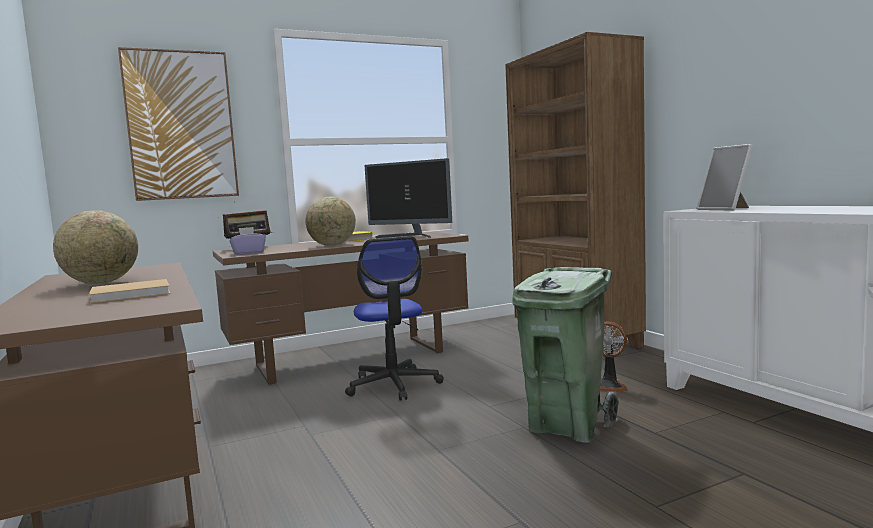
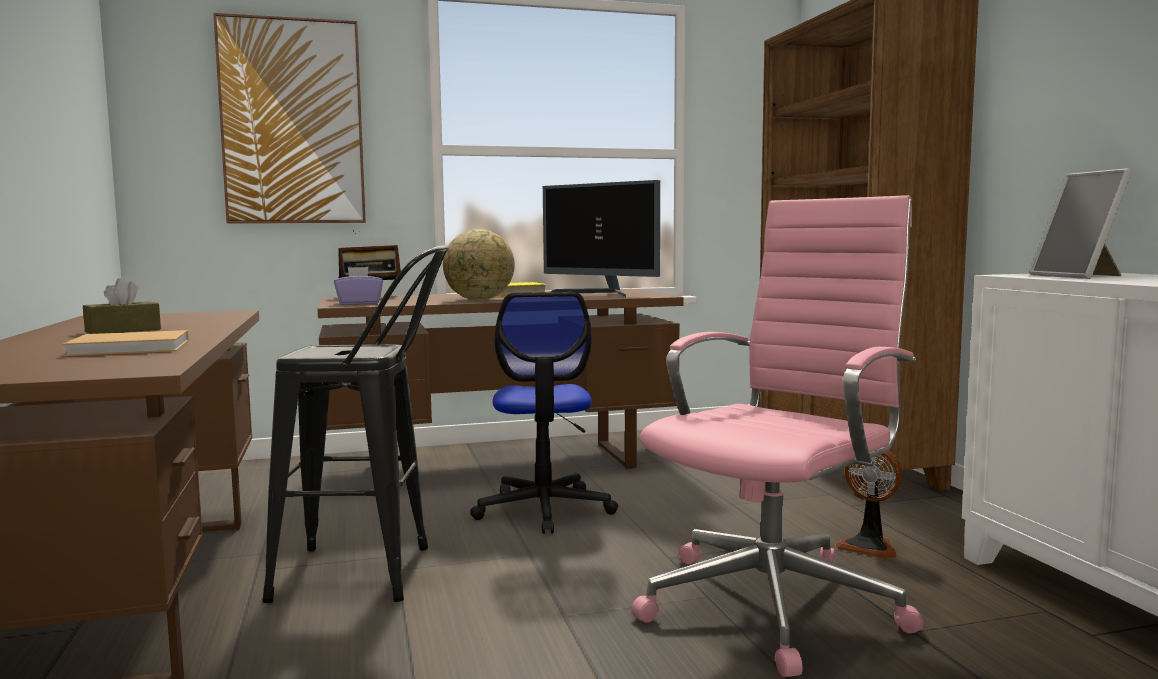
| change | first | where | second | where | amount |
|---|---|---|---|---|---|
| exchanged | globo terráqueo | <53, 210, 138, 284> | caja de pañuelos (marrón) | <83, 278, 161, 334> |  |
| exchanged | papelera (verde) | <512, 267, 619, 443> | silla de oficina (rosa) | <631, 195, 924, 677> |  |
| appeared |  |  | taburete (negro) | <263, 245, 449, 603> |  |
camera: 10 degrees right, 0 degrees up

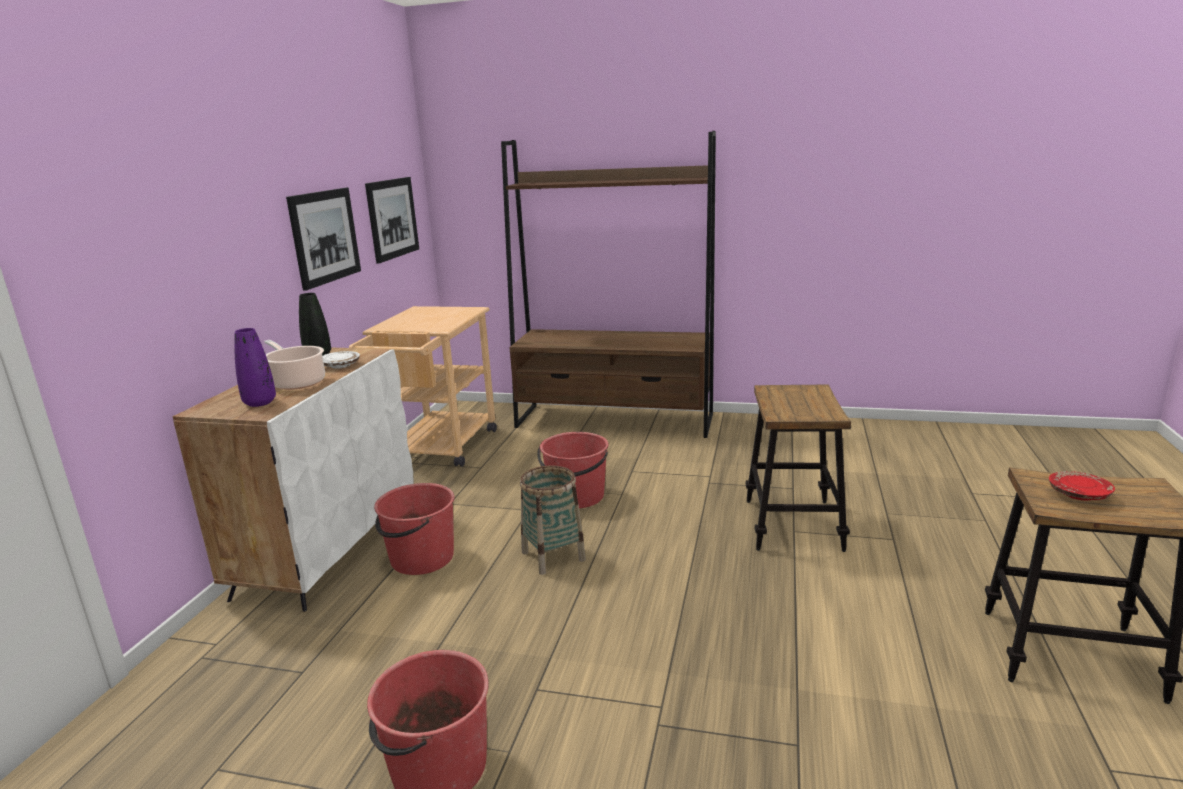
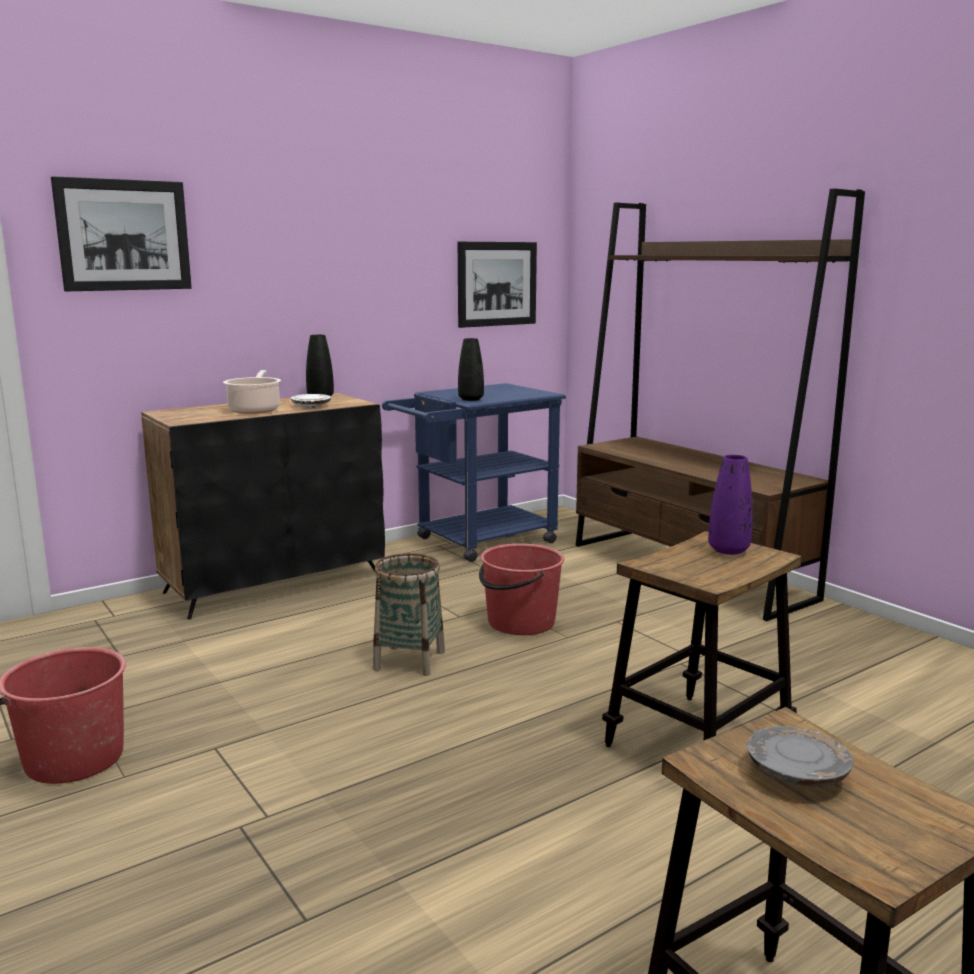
| change | first | where | second | where | amount |
|---|---|---|---|---|---|
| relocated | cuadro | <286, 188, 361, 291> |  | <51, 176, 192, 291> |  |
| colour | carrito (beis) | <349, 306, 497, 467> | carrito (azul) | <382, 383, 566, 562> |  |
| relocated | florero (morado) | <234, 328, 276, 407> |  | <708, 455, 753, 555> |  |
| colour | armario (blanco) | <172, 348, 414, 612> | armario (negro) | <141, 393, 385, 620> |  |
| colour | plato (rojo) | <1049, 471, 1115, 500> | plato (gris) | <747, 726, 853, 787> |  |
| missing | cubo (rojo) | <374, 483, 454, 575> |  |  |  |
| appeared |  |  | florero (negro) | <458, 338, 484, 401> |  |
camera: 40 degrees right, 5 degrees down

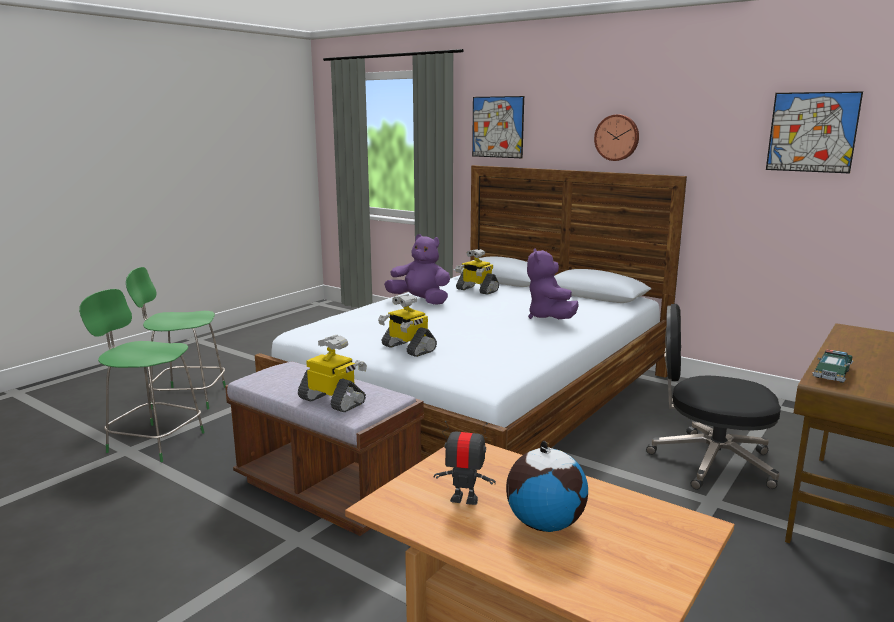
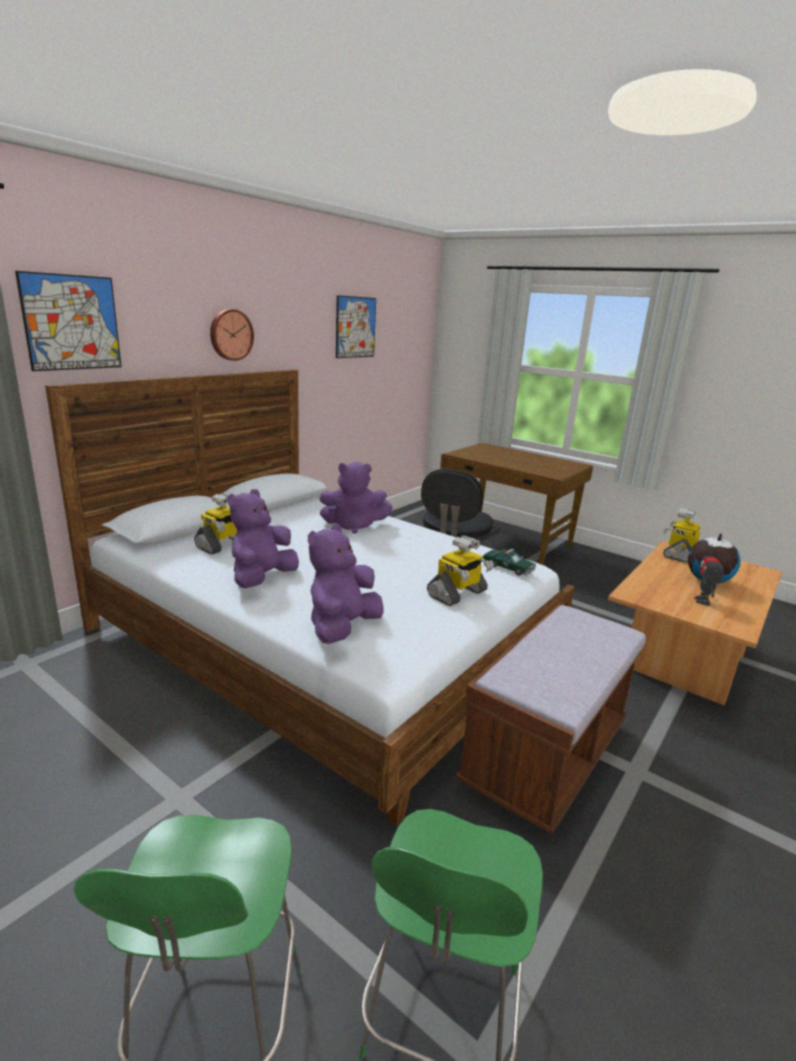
| change | first | where | second | where | amount |
|---|---|---|---|---|---|
| relocated | robot de juguete | <298, 334, 367, 412> |  | <663, 508, 701, 563> |  |
| relocated | coche de juguete | <812, 349, 853, 383> |  | <483, 549, 536, 576> |  |
| appeared |  |  | peluche (morado) | <308, 524, 384, 644> |  |
camera: 90 degrees left, 5 degrees up

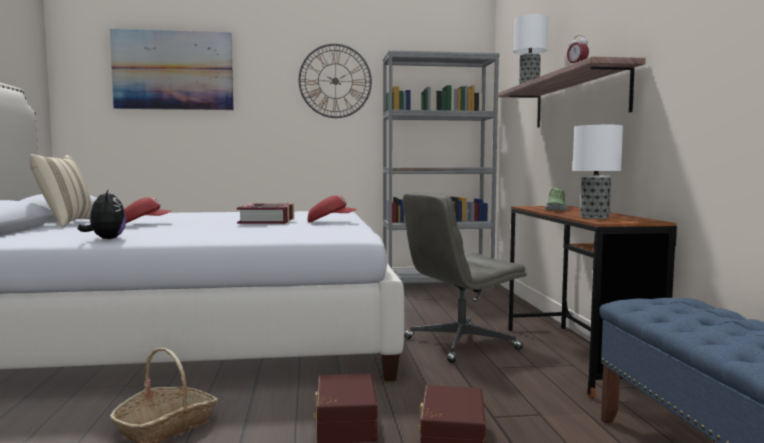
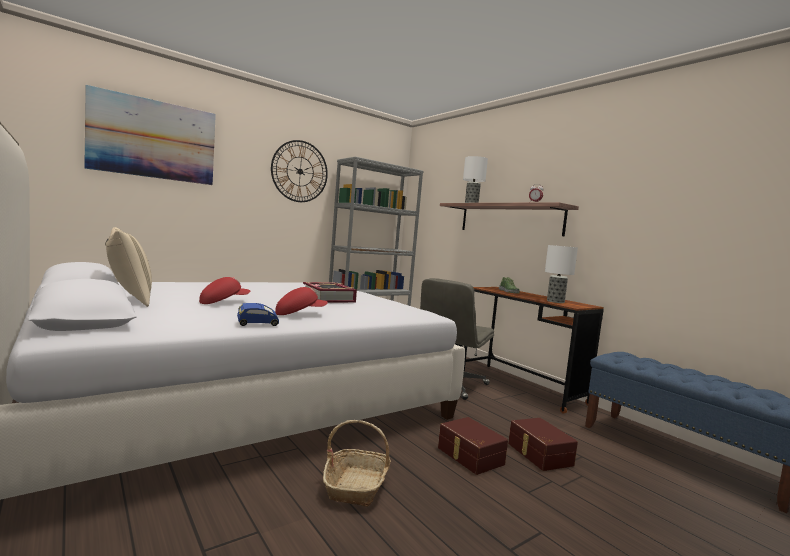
| change | first | where | second | where | amount |
|---|---|---|---|---|---|
| exchanged | peluche | <78, 190, 126, 239> | coche de juguete (azul) | <237, 303, 279, 326> |  |
| relocated | gorra (rojo) | <308, 196, 357, 222> |  | <275, 287, 328, 315> |  |
camera: 30 degrees left, 0 degrees up

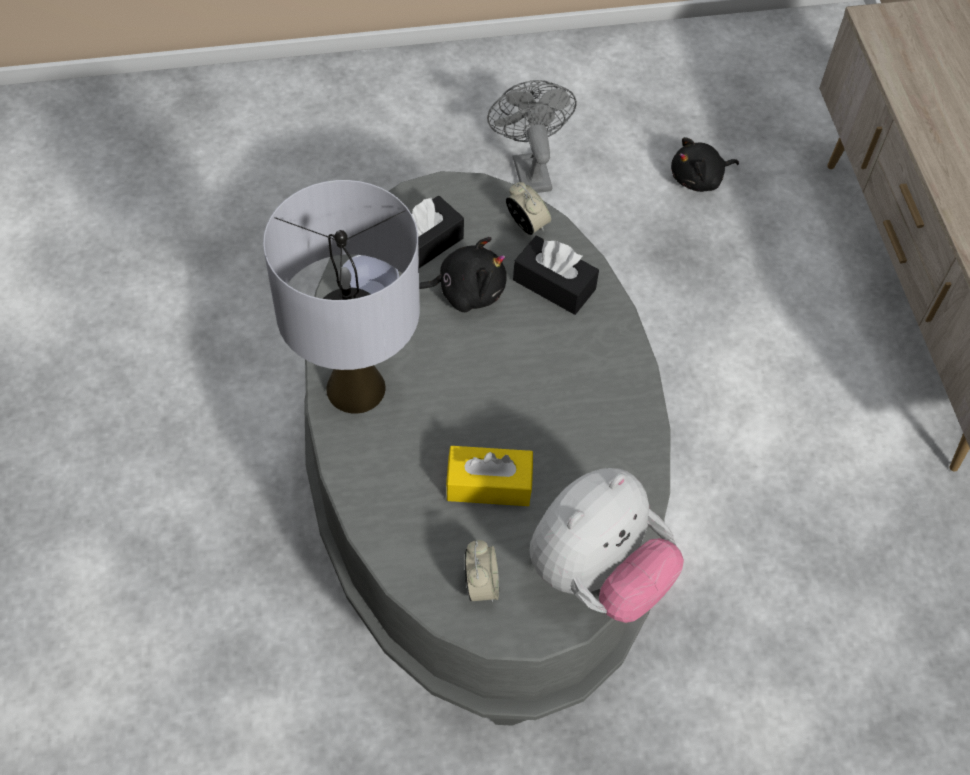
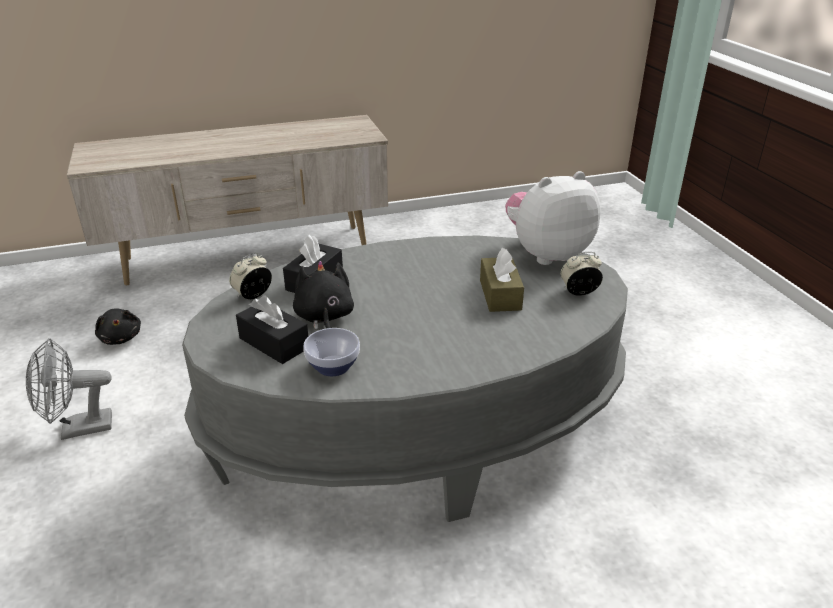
| change | first | where | second | where | amount |
|---|---|---|---|---|---|
| missing | lámpara de mesa (gris) | <263, 180, 420, 414> |  |  |  |
| colour | caja de pañuelos (amarillo) | <446, 446, 533, 506> | caja de pañuelos (marrón) | <480, 248, 524, 312> |  |
| spun | peluche | <530, 468, 684, 623> |  | <506, 171, 601, 265> | 60 degrees counterclockwise |
camera: 95 degrees left, 25 degrees down

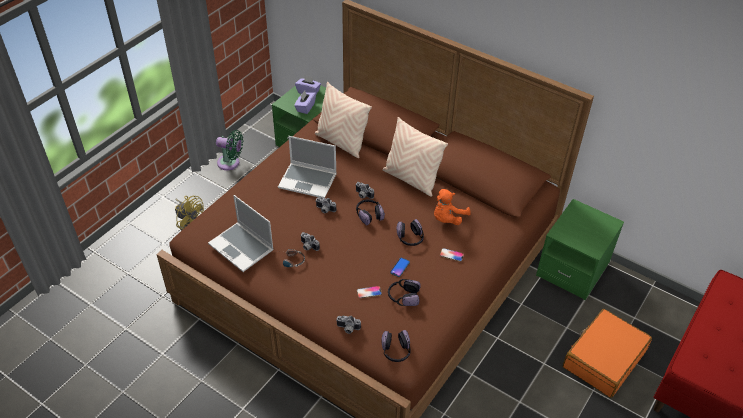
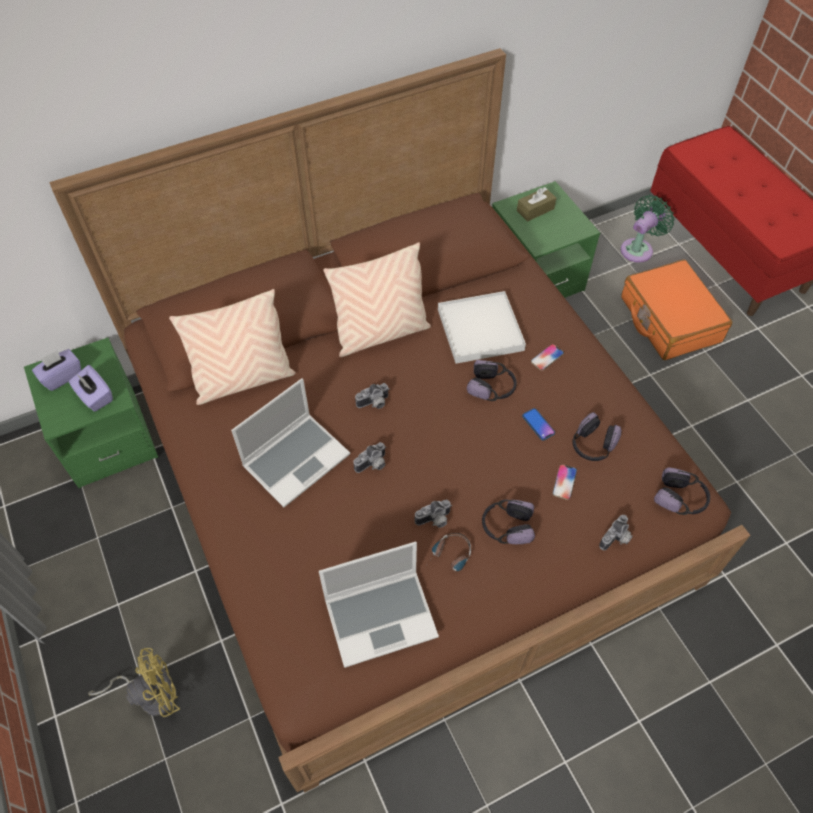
| change | first | where | second | where | amount |
|---|---|---|---|---|---|
| relocated | ventilador (verde) | <216, 130, 243, 170> |  | <621, 195, 674, 263> |  |
| exchanged | peluche (naranja) | <434, 189, 471, 225> | bandeja (blanco) | <438, 291, 526, 364> |  |
| relocated | auriculares | <356, 199, 385, 226> |  | <482, 500, 535, 544> |  |
| appeared |  |  | caja de pañuelos (marrón) | <517, 187, 556, 222> |  |
camera: 60 degrees left, 10 degrees up

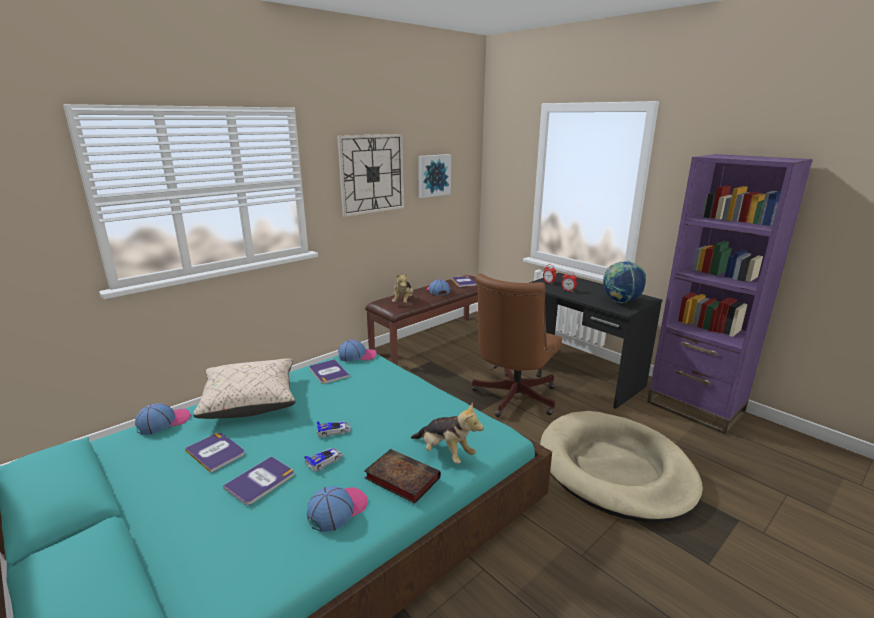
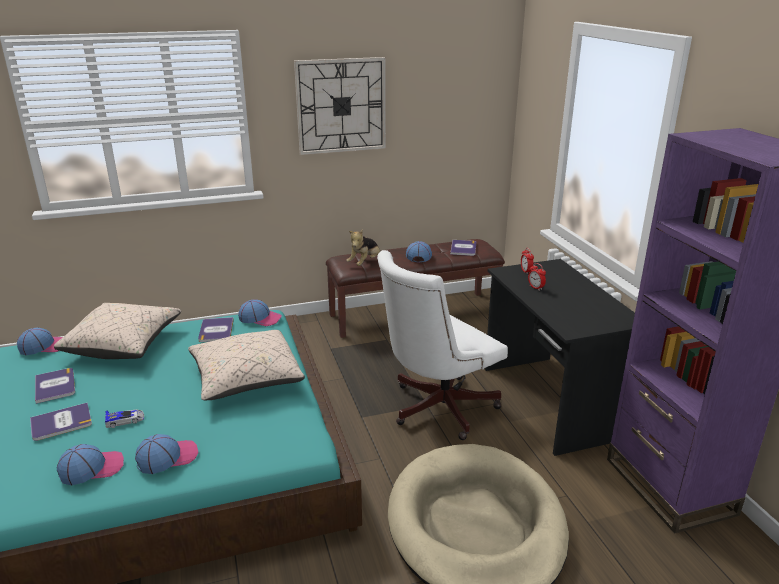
| change | first | where | second | where | amount |
|---|---|---|---|---|---|
| missing | cuadro | <418, 154, 451, 198> |  |  |  |
| missing | globo terráqueo | <603, 261, 646, 303> |  |  |  |
| colour | silla de oficina (marrón) | <472, 273, 562, 417> | silla de oficina (blanco) | <377, 250, 508, 440> |  |
| missing | peluche | <411, 403, 484, 464> |  |  |  |
| missing | coche de juguete | <317, 421, 351, 438> |  |  |  |
| exchanged | libro | <364, 449, 441, 503> | gorra | <135, 434, 199, 474> |  |
| appeared |  |  | cojín (beis) | <188, 330, 305, 400> |  |
camera: 25 degrees right, 5 degrees up

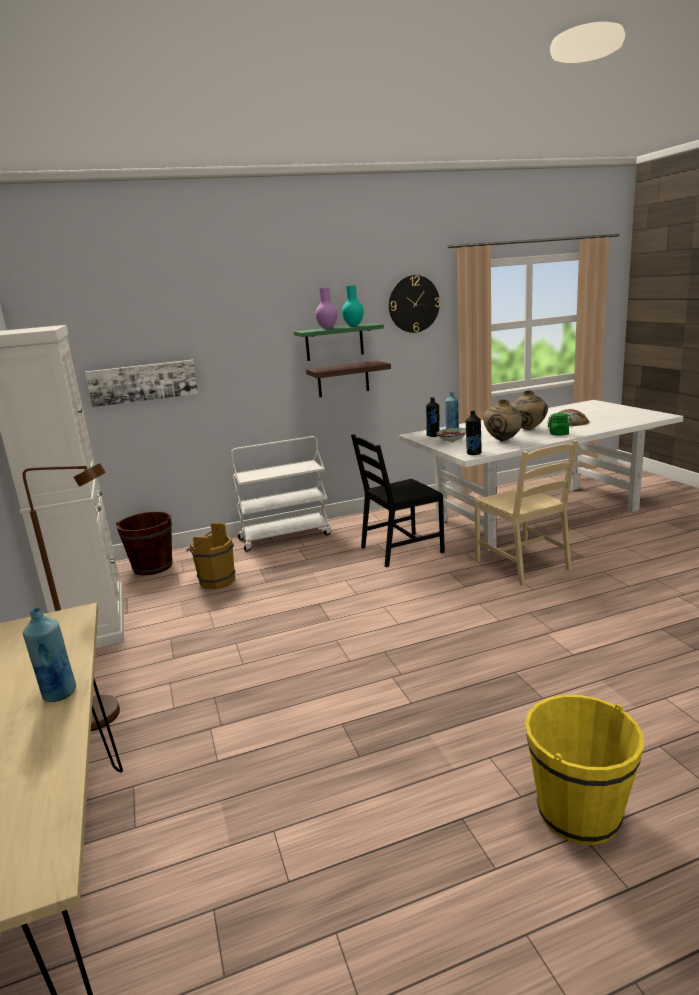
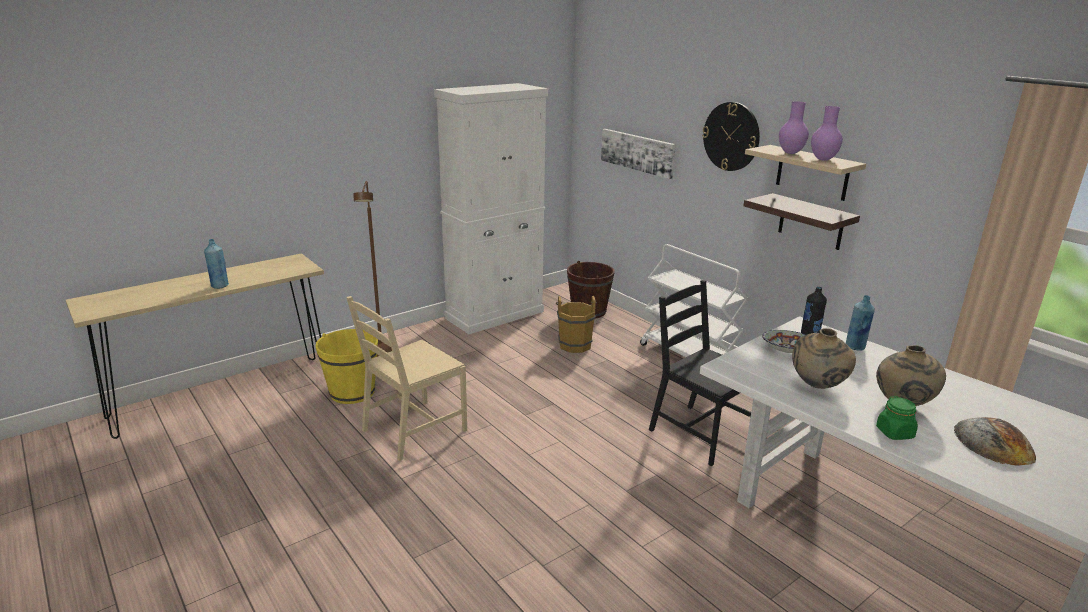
| change | first | where | second | where | amount |
|---|---|---|---|---|---|
| relocated | reloj de pared | <389, 275, 440, 333> |  | <702, 102, 760, 171> |  |
| colour | florero (turquesa) | <342, 285, 364, 326> | florero (morado) | <811, 106, 843, 161> |  |
| colour | estante (verde) | <294, 323, 384, 361> | estante (beis) | <745, 145, 866, 201> |  |
| missing | botella (negro) | <466, 411, 482, 455> |  |  |  |
| relocated | silla (beis) | <475, 440, 578, 586> |  | <346, 296, 467, 461> |  |
| relocated | cubo (amarillo) | <525, 695, 644, 845> |  | <315, 329, 378, 404> |  |
camera: 70 degrees right, 5 degrees up

